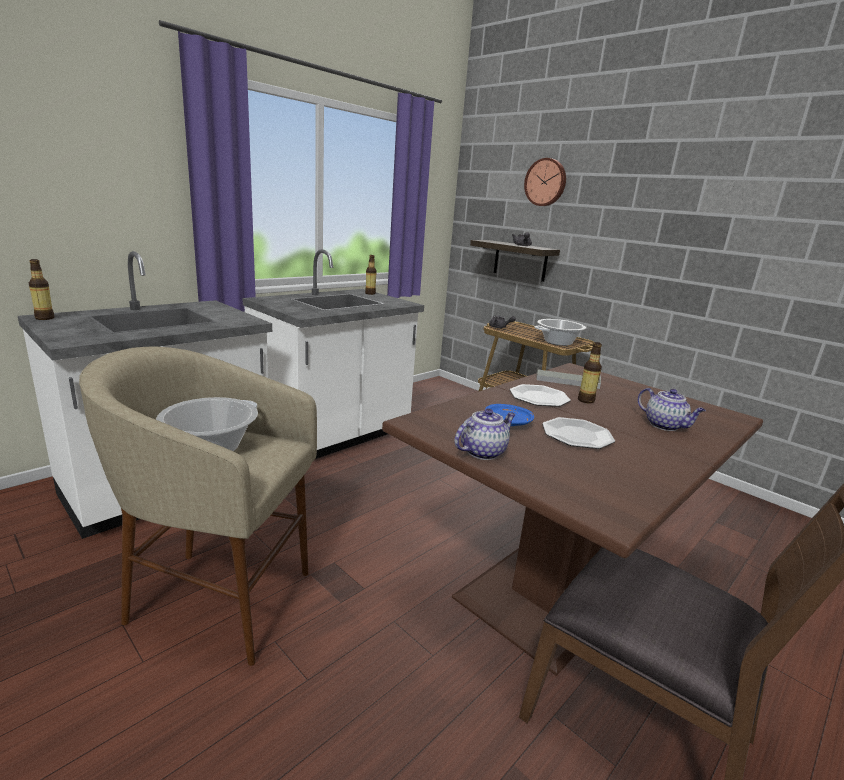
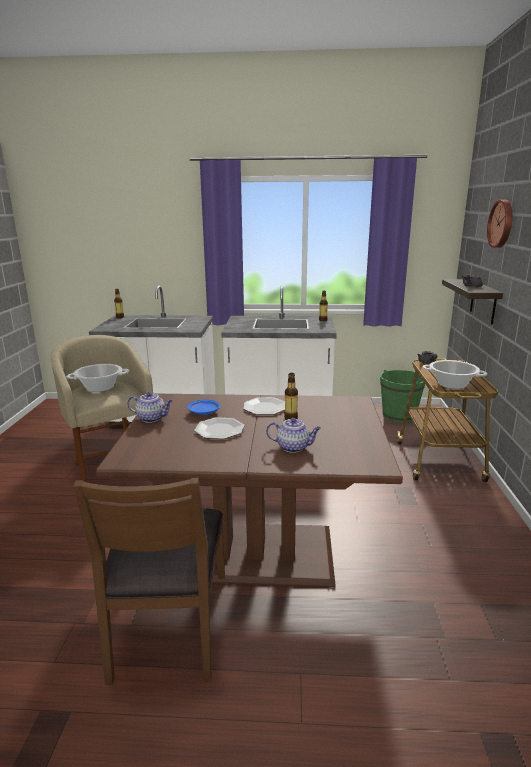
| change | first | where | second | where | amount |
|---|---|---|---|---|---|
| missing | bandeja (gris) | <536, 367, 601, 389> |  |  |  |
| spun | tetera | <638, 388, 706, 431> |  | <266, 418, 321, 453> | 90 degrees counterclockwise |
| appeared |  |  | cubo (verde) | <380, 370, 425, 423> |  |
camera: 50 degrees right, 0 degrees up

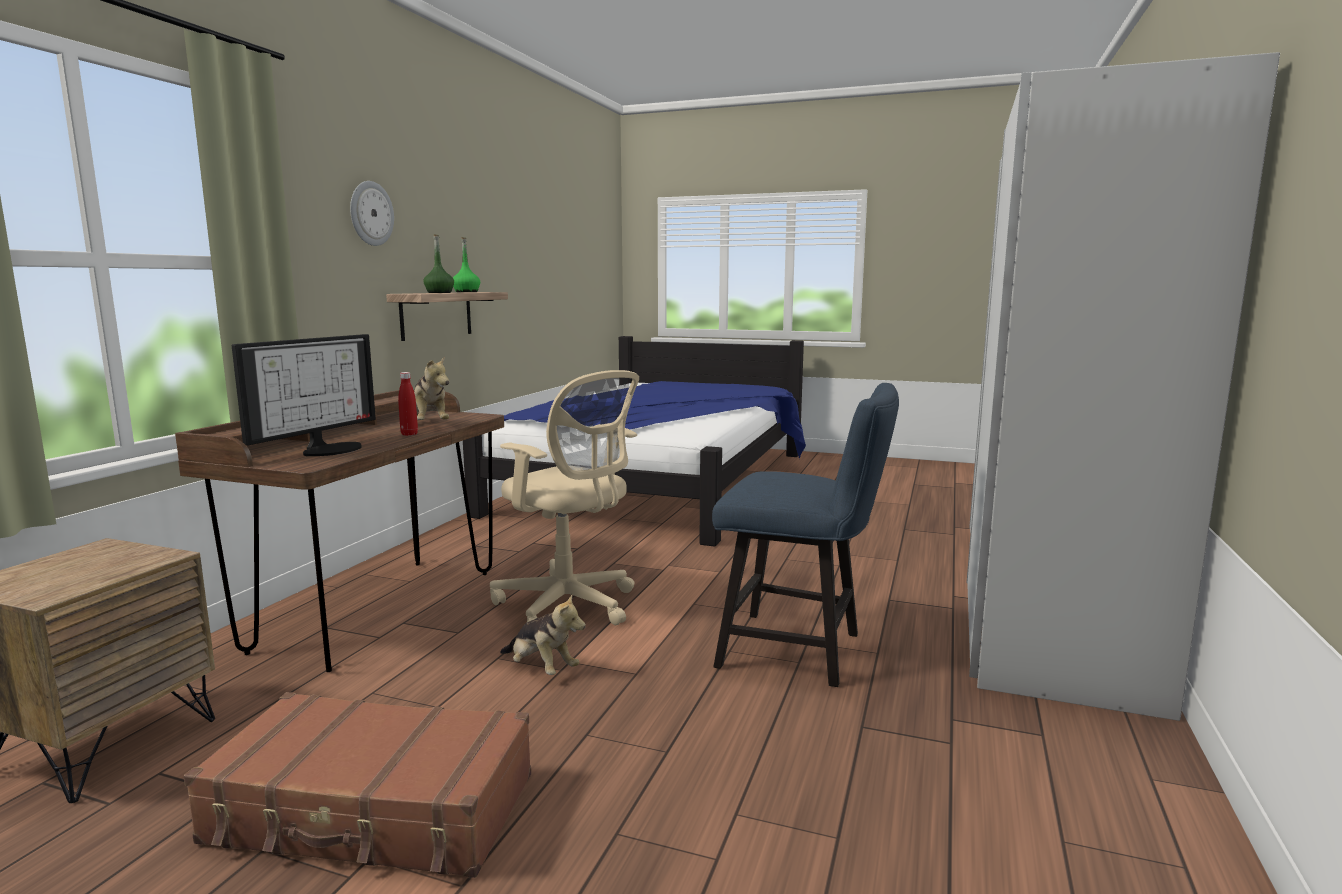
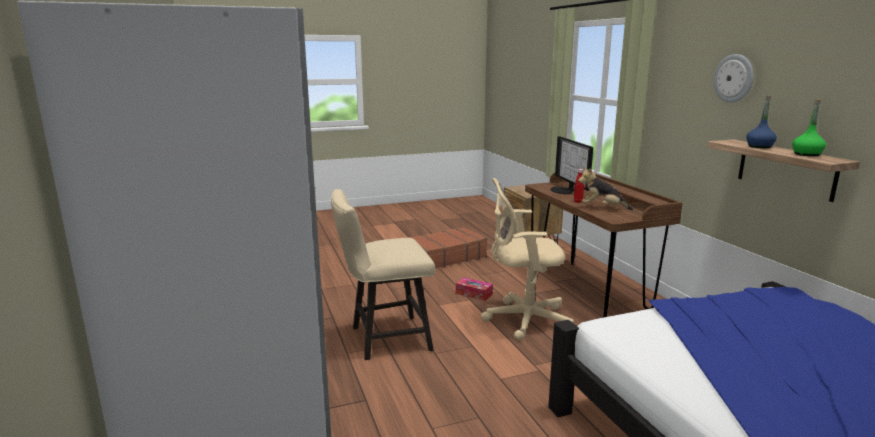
| change | first | where | second | where | amount |
|---|---|---|---|---|---|
| colour | botella (verde) | <423, 234, 454, 293> | botella (azul) | <746, 95, 777, 149> |  |
| colour | silla (azul) | <712, 383, 899, 687> | silla (beis) | <331, 189, 435, 360> |  |
| exchanged | peluche | <500, 594, 586, 675> | caja de pañuelos | <456, 278, 493, 301> |  |
camera: 140 degrees right, 5 degrees up

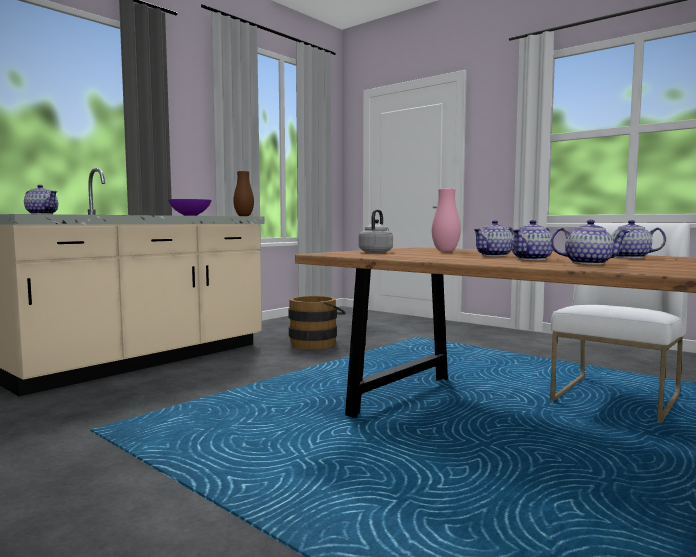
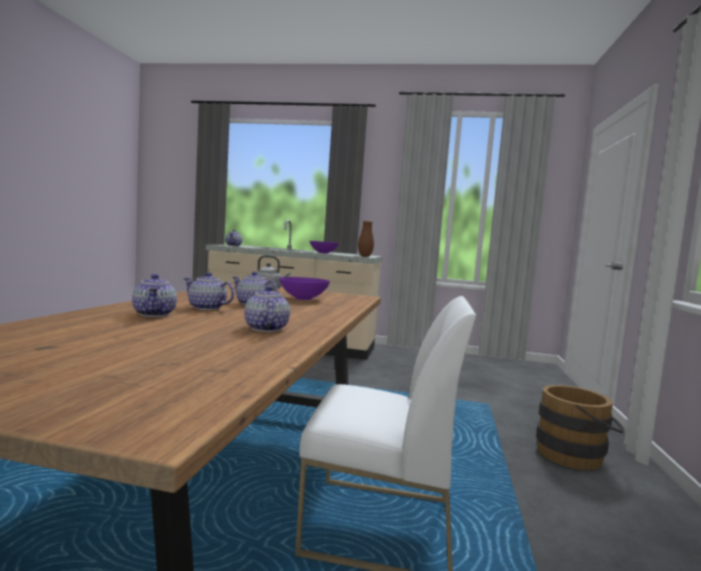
| change | first | where | second | where | amount |
|---|---|---|---|---|---|
| exchanged | florero (rosa) | <432, 188, 461, 252> | cuenco (morado) | <279, 277, 330, 300> |  |
| relocated | cubo (marrón) | <289, 296, 346, 350> |  | <536, 385, 625, 470> |  |
camera: 60 degrees right, 0 degrees up

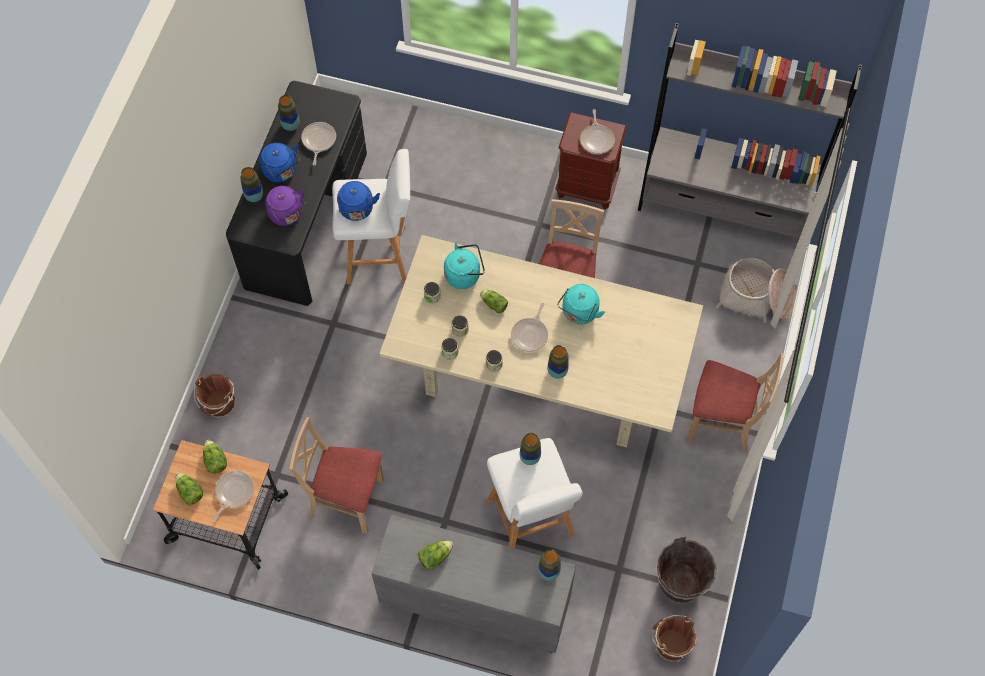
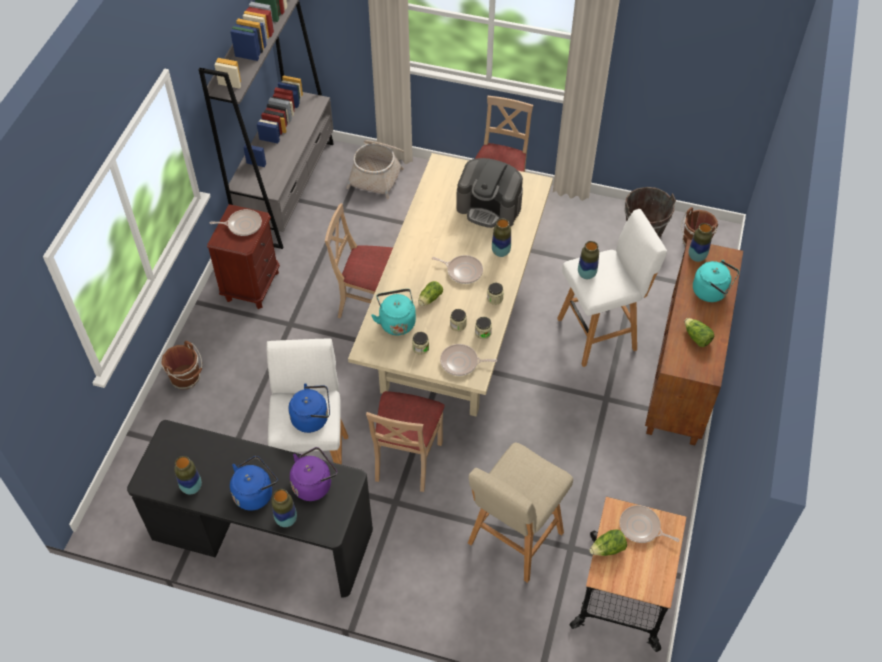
| change | first | where | second | where | amount |
|---|---|---|---|---|---|
| relocated | sartén | <301, 122, 336, 166> |  | <440, 344, 497, 376> |  |
| relocated | hervidor (turquesa) | <557, 284, 605, 325> |  | <693, 260, 739, 302> |  |
| relocated | cubo (marrón) | <194, 374, 236, 418> |  | <161, 341, 202, 389> |  |
| relocated | silla (beis) | <290, 417, 384, 534> |  | <366, 391, 445, 492> |  |
| missing | lechuga | <176, 473, 203, 505> |  |  |  |
| colour | armario (gris) | <371, 514, 576, 654> | armario (marrón) | <645, 239, 743, 445> |  |
| appeared |  |  | cafetera | <456, 158, 523, 228> |  |
| appeared |  |  | taburete (beis) | <468, 443, 573, 583> |  |
camera: 90 degrees left, 10 degrees down

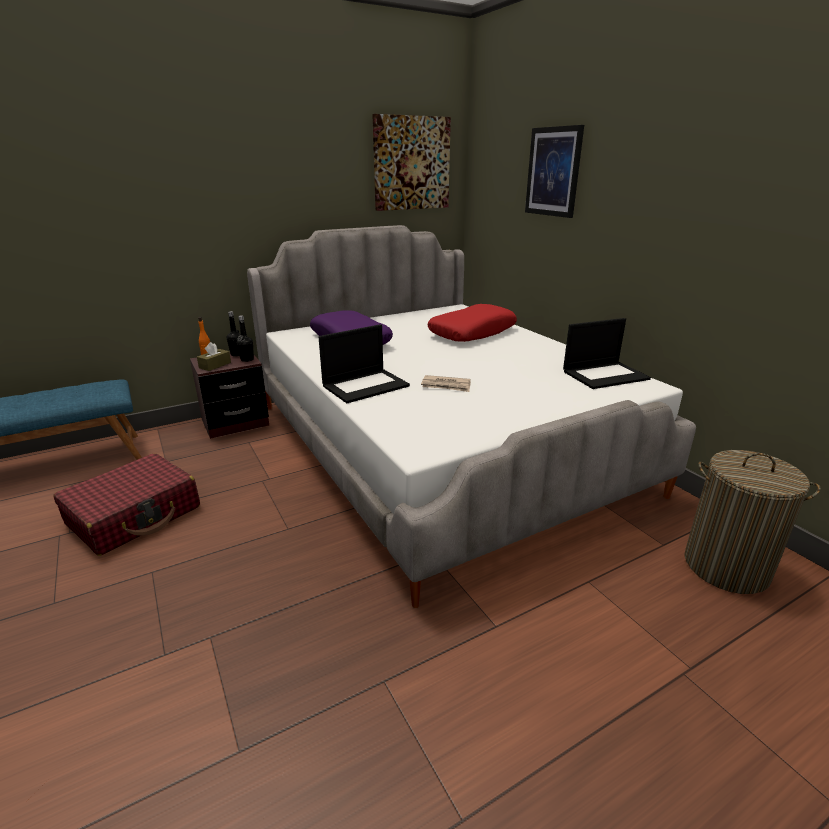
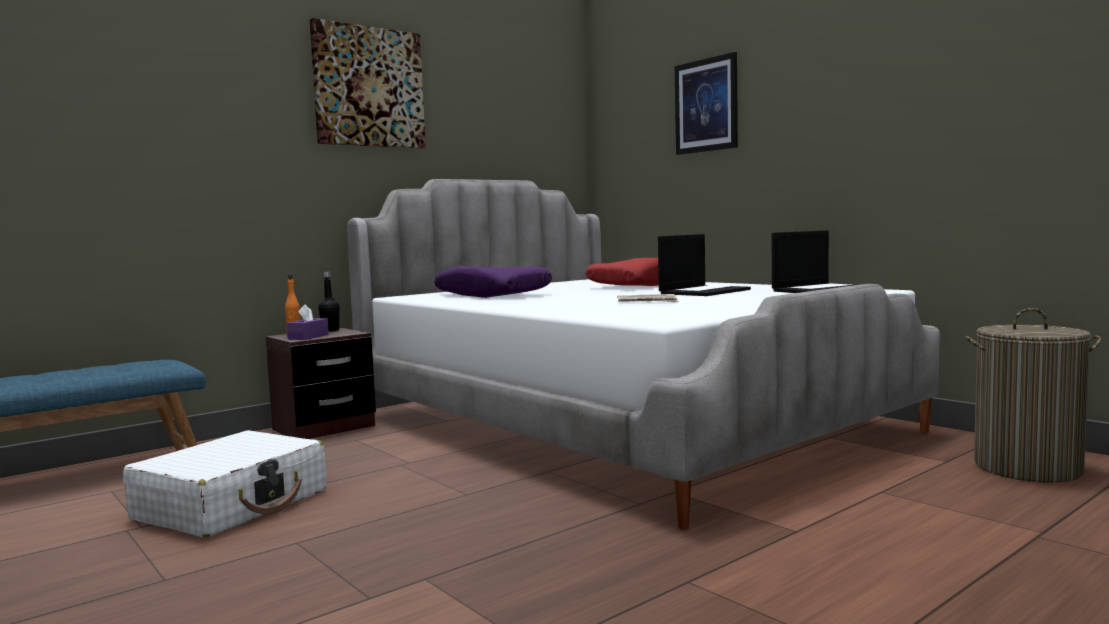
| change | first | where | second | where | amount |
|---|---|---|---|---|---|
| relocated | cuadro | <372, 114, 451, 211> |  | <310, 18, 426, 148> |  |
| missing | botella (negro) | <237, 315, 254, 362> |  |  |  |
| relocated | portátil | <318, 324, 410, 403> |  | <658, 234, 751, 296> |  |
| colour | caja de pañuelos (marrón) | <197, 342, 231, 371> | caja de pañuelos (morado) | <287, 304, 329, 340> |  |
| colour | maleta (rojo) | <53, 453, 200, 556> | maleta (blanco) | <123, 430, 326, 538> |  |
camera: 10 degrees left, 20 degrees down

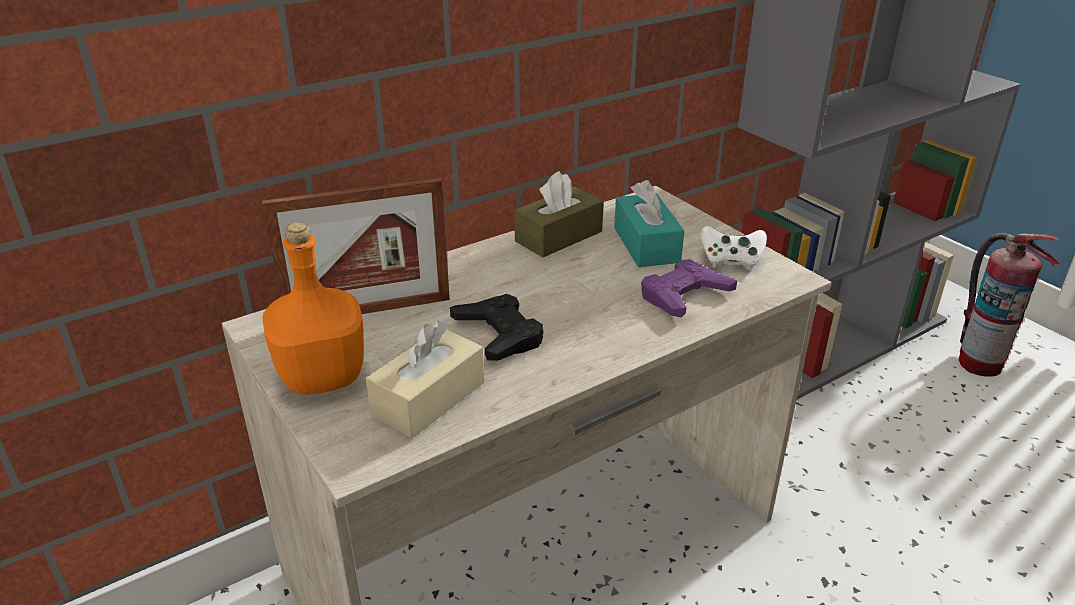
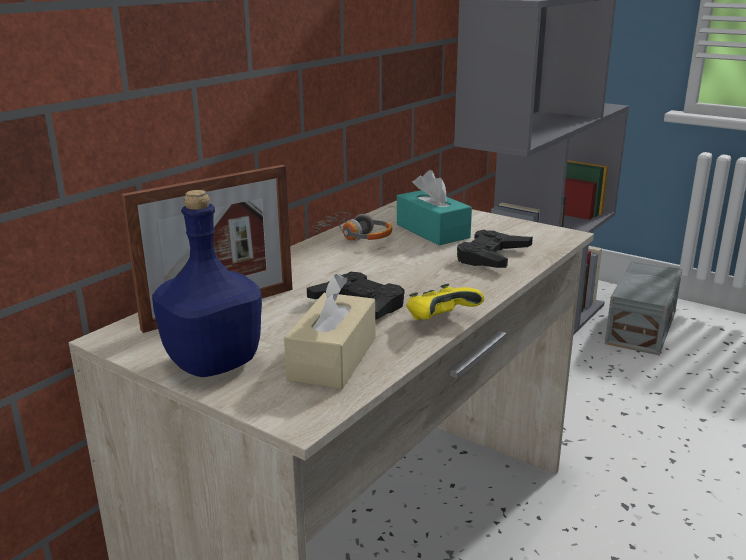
| change | first | where | second | where | amount |
|---|---|---|---|---|---|
| exchanged | caja de pañuelos (marrón) | <514, 171, 604, 257> | auriculares | <312, 212, 392, 241> |  |
| colour | botella (naranja) | <262, 223, 364, 395> | botella (azul) | <152, 190, 262, 377> |  |
| missing | mando de consola (blanco) | <701, 226, 767, 270> |  |  |  |
| exchanged | extintor | <959, 233, 1059, 377> | caja de almacenaje (gris) | <605, 261, 682, 356> |  |
| colour | mando de consola (morado) | <641, 259, 737, 317> | mando de consola (negro) | <457, 230, 533, 268> |  |
| appeared |  |  | mando de consola (amarillo) | <406, 284, 485, 320> |  |
camera: 20 degrees left, 10 degrees down

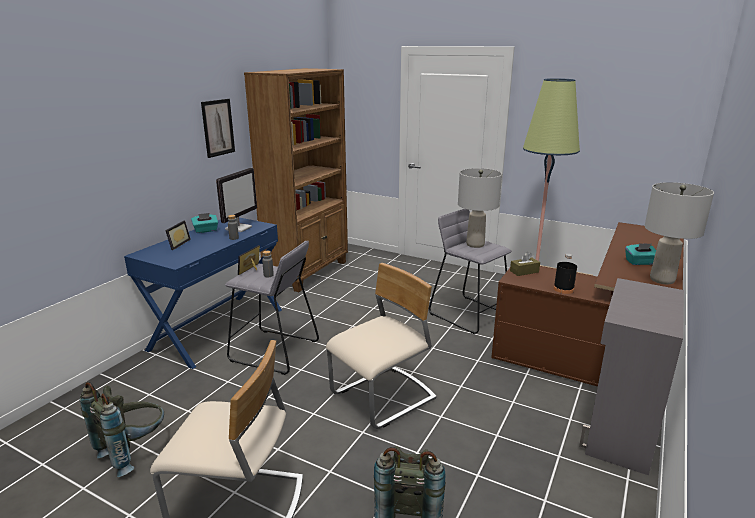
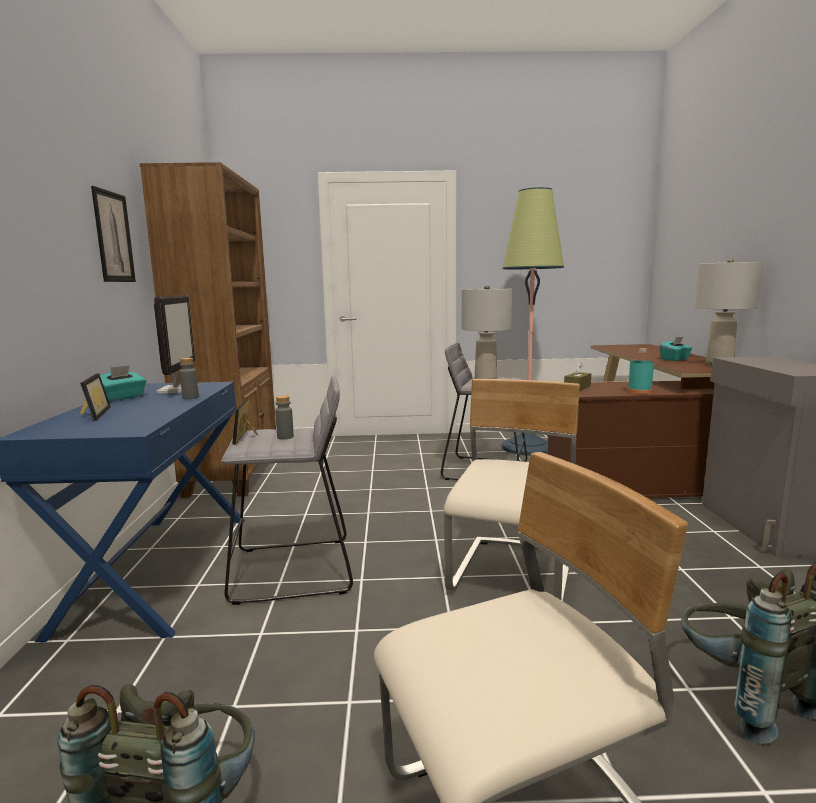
| change | first | where | second | where | amount |
|---|---|---|---|---|---|
| colour | botella (negro) | <554, 254, 577, 294> | botella (turquesa) | <628, 348, 654, 394> |  |
camera: 30 degrees left, 10 degrees down

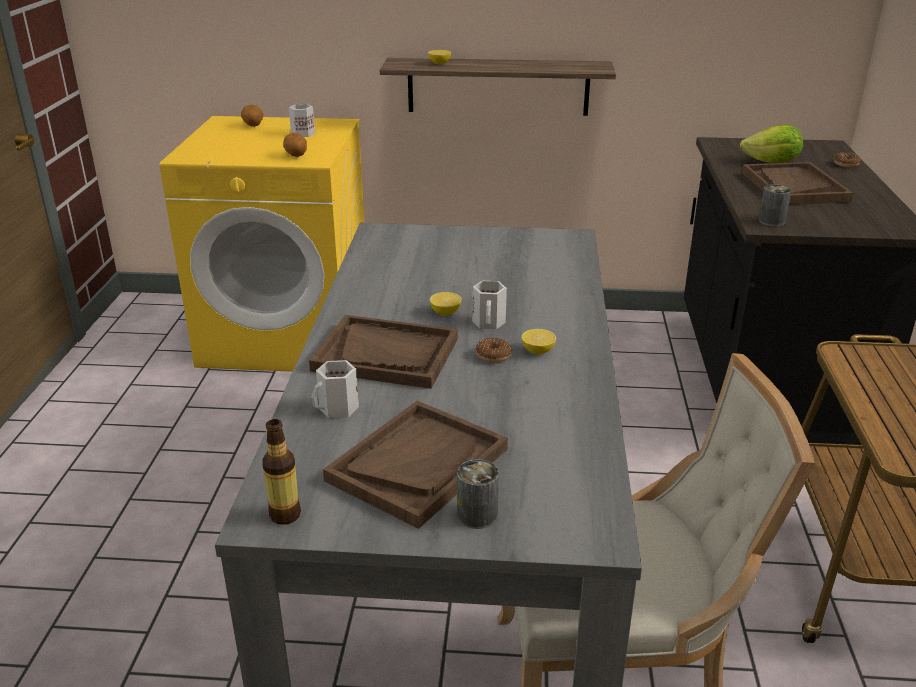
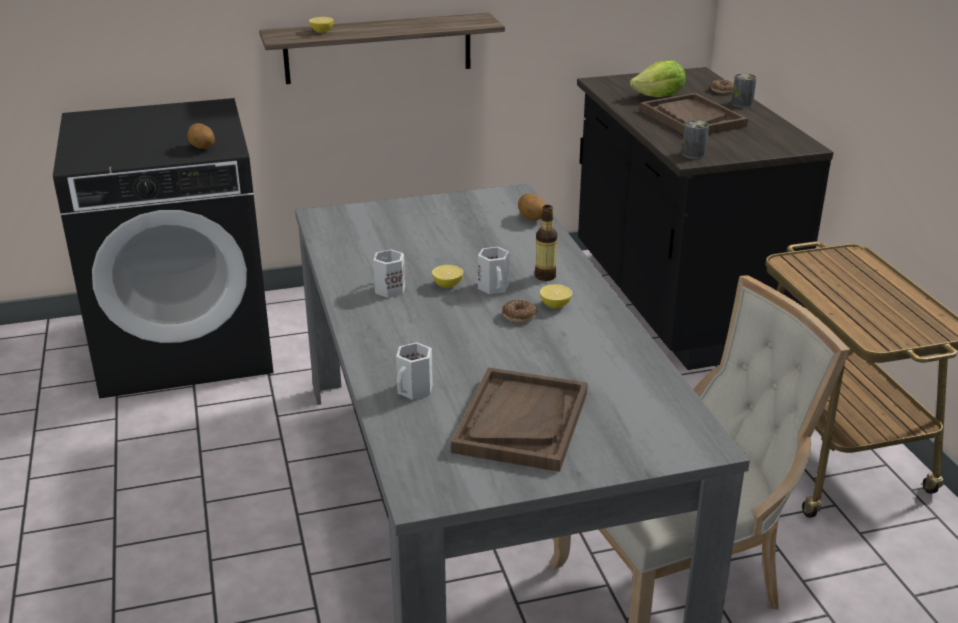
| change | first | where | second | where | amount |
|---|---|---|---|---|---|
| relocated | taza grande (blanco) | <289, 104, 315, 137> |  | <373, 250, 405, 298> |  |
| relocated | patata | <241, 105, 263, 127> |  | <518, 193, 546, 220> |  |
| colour | lavadora (amarillo) | <159, 116, 364, 372> | lavadora (negro) | <53, 98, 274, 399> |  |
| missing | bandeja (marrón) | <309, 315, 458, 389> |  |  |  |
| relocated | botella | <262, 419, 301, 525> |  | <535, 205, 557, 281> |  |
| relocated | lata | <457, 459, 499, 529> |  | <732, 73, 757, 108> |  |
camera: 20 degrees left, 0 degrees up

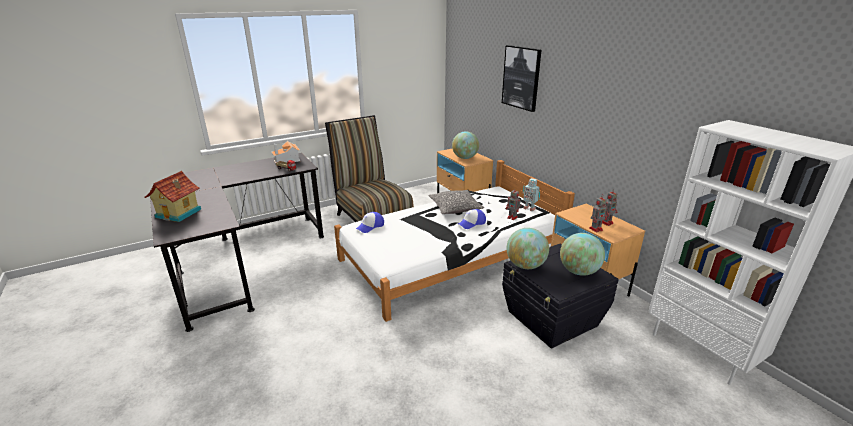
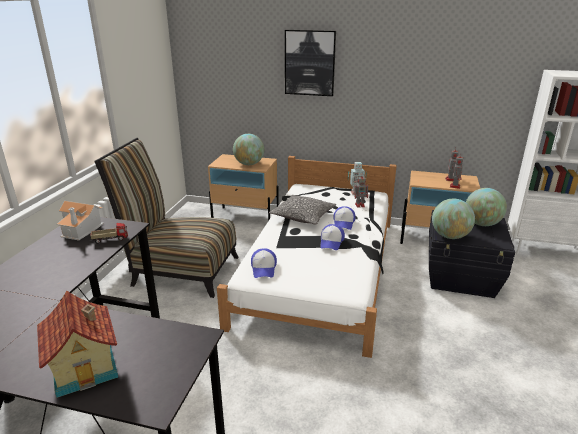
| change | first | where | second | where | amount |
|---|---|---|---|---|---|
| appeared |  |  | gorra | <320, 224, 345, 250> |  |
camera: 45 degrees left, 0 degrees up

